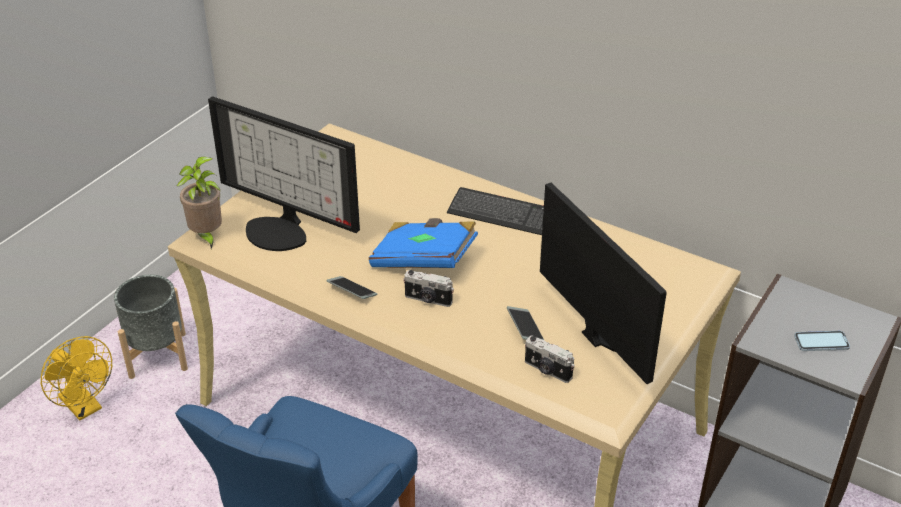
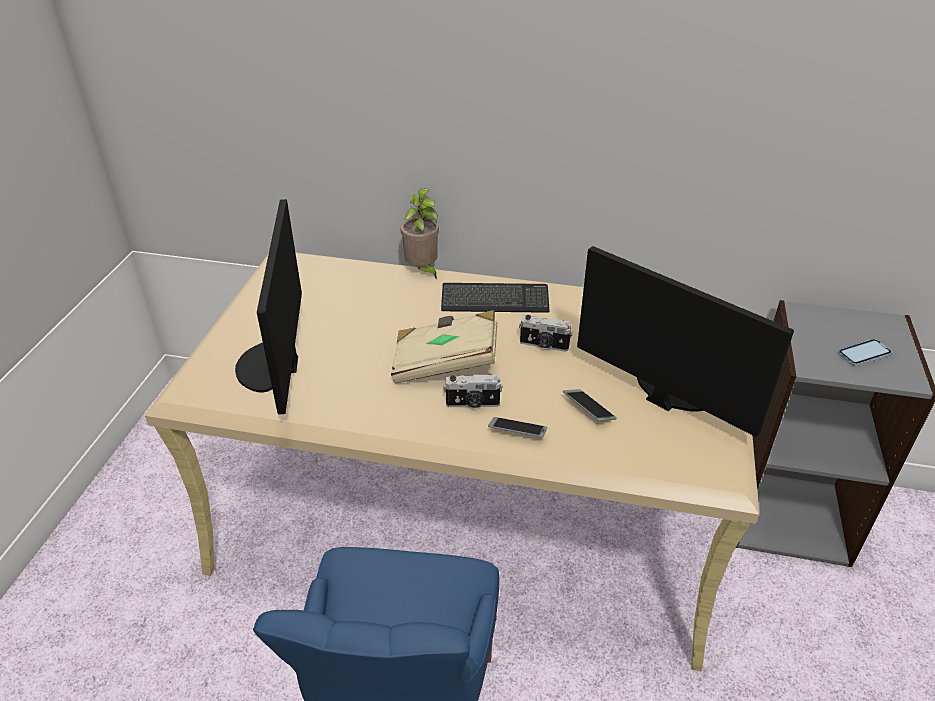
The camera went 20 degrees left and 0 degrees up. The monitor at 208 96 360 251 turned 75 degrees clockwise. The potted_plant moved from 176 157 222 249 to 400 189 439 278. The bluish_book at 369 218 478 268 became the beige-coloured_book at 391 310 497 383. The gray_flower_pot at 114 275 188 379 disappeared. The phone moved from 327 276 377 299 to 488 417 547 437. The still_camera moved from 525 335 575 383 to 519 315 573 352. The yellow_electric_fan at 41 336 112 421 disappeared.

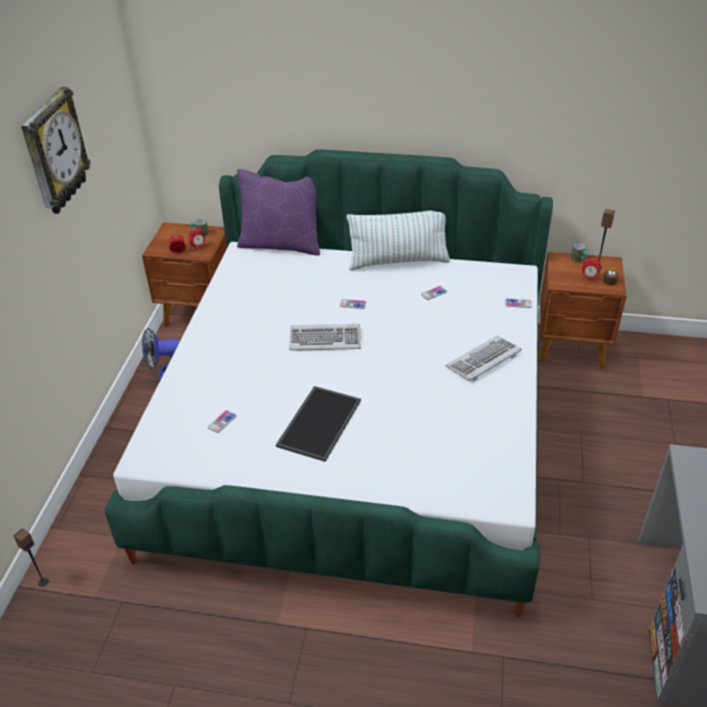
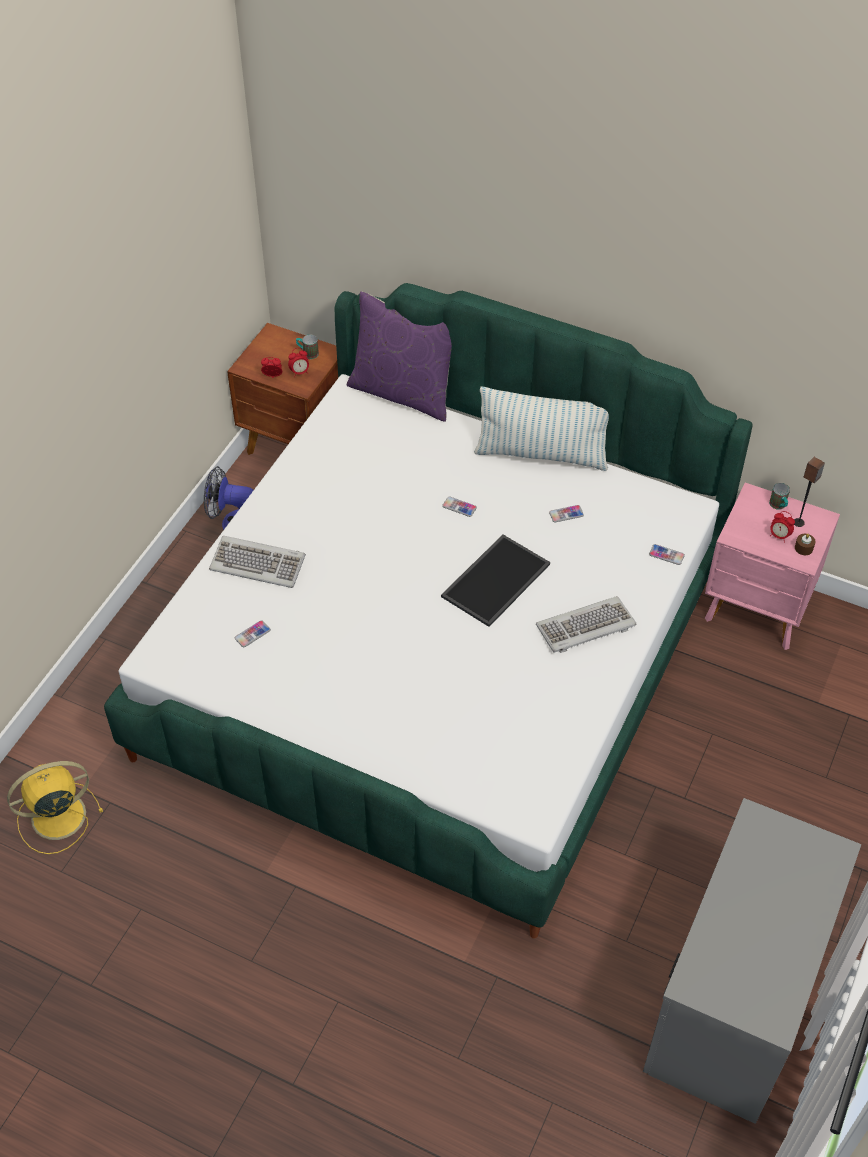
The camera went 15 degrees right and 10 degrees up. The wall_clock at 21 87 91 214 disappeared. The brownish_night_table at 539 252 627 369 became the pink-coloured_night_table at 705 483 840 650. The computer_keyboard moved from 289 324 361 351 to 209 536 306 588. The tray moved from 276 386 361 462 to 441 535 550 627. The speaker at 13 528 49 587 disappeared. The yellow_electric_fan at 7 761 103 854 appeared.

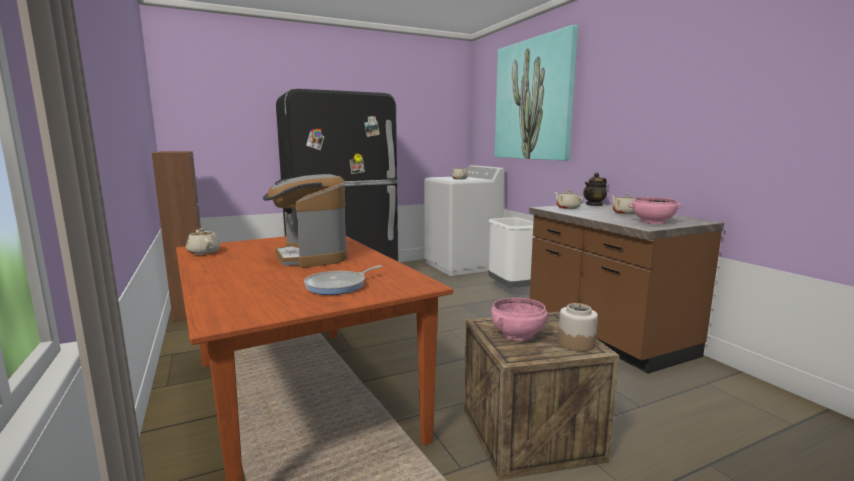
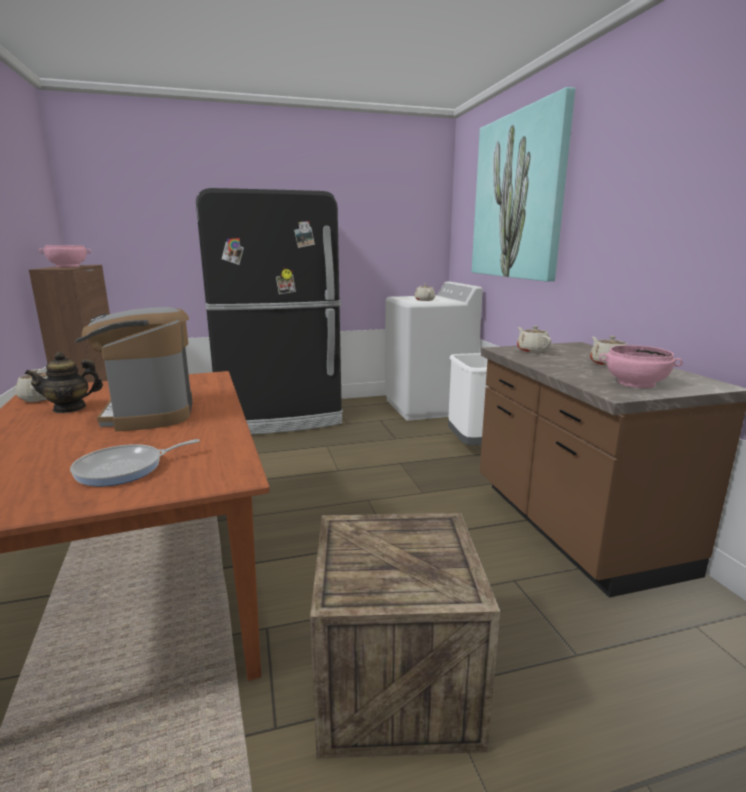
The camera went 10 degrees right and 5 degrees up. The pot_for_tea moved from 583 173 607 206 to 24 352 103 413. The pink-coloured_bowl moved from 491 297 547 341 to 39 245 91 267. The storage_jar at 558 303 598 352 disappeared.

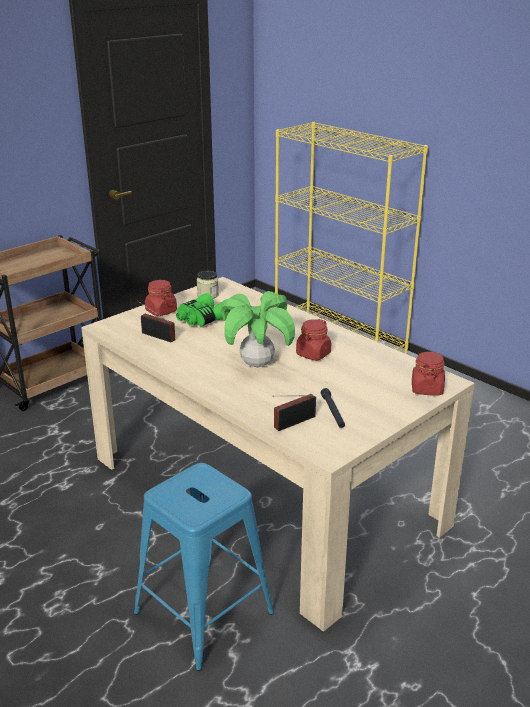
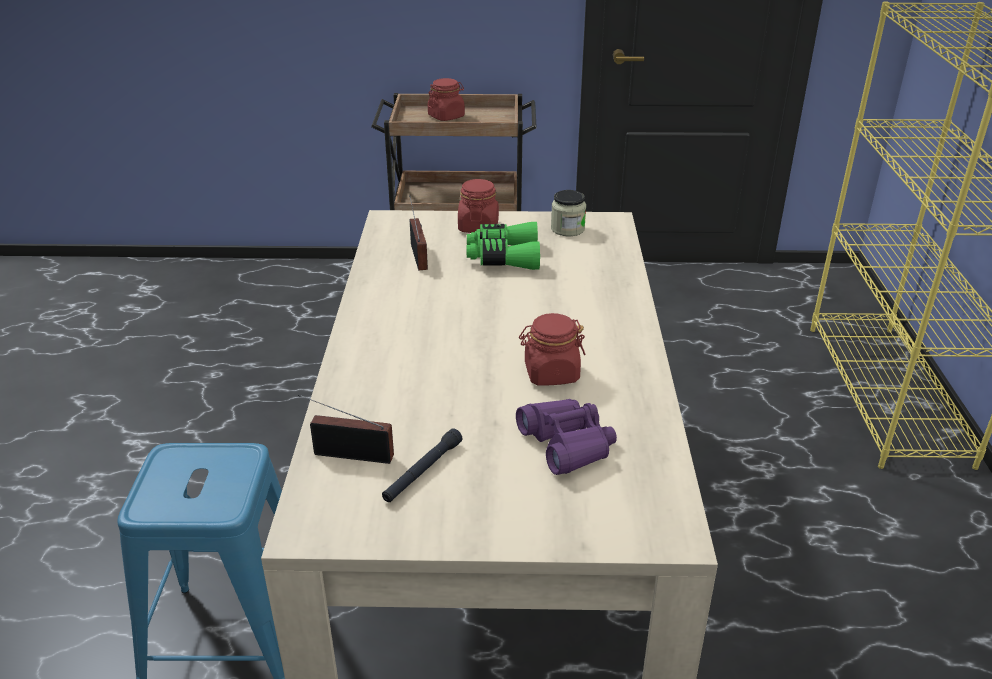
The camera went 45 degrees right and 5 degrees up. The potted_plant at 221 291 295 367 disappeared. The red_storage_jar moved from 412 352 445 395 to 428 78 465 121. The purple-coloured_pair_of_binoculars at 516 399 617 475 appeared.

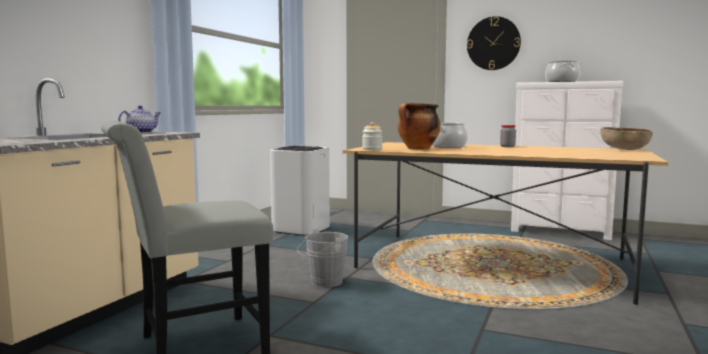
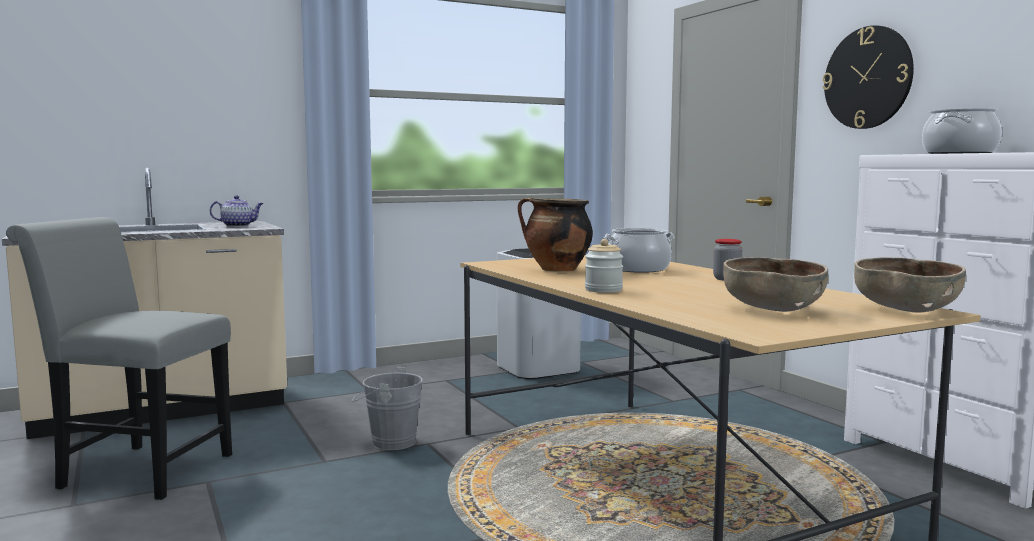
The camera went 40 degrees right and 0 degrees up. The storage_jar moved from 362 122 383 150 to 585 239 623 293. The brownish_bowl at 723 257 828 312 appeared.

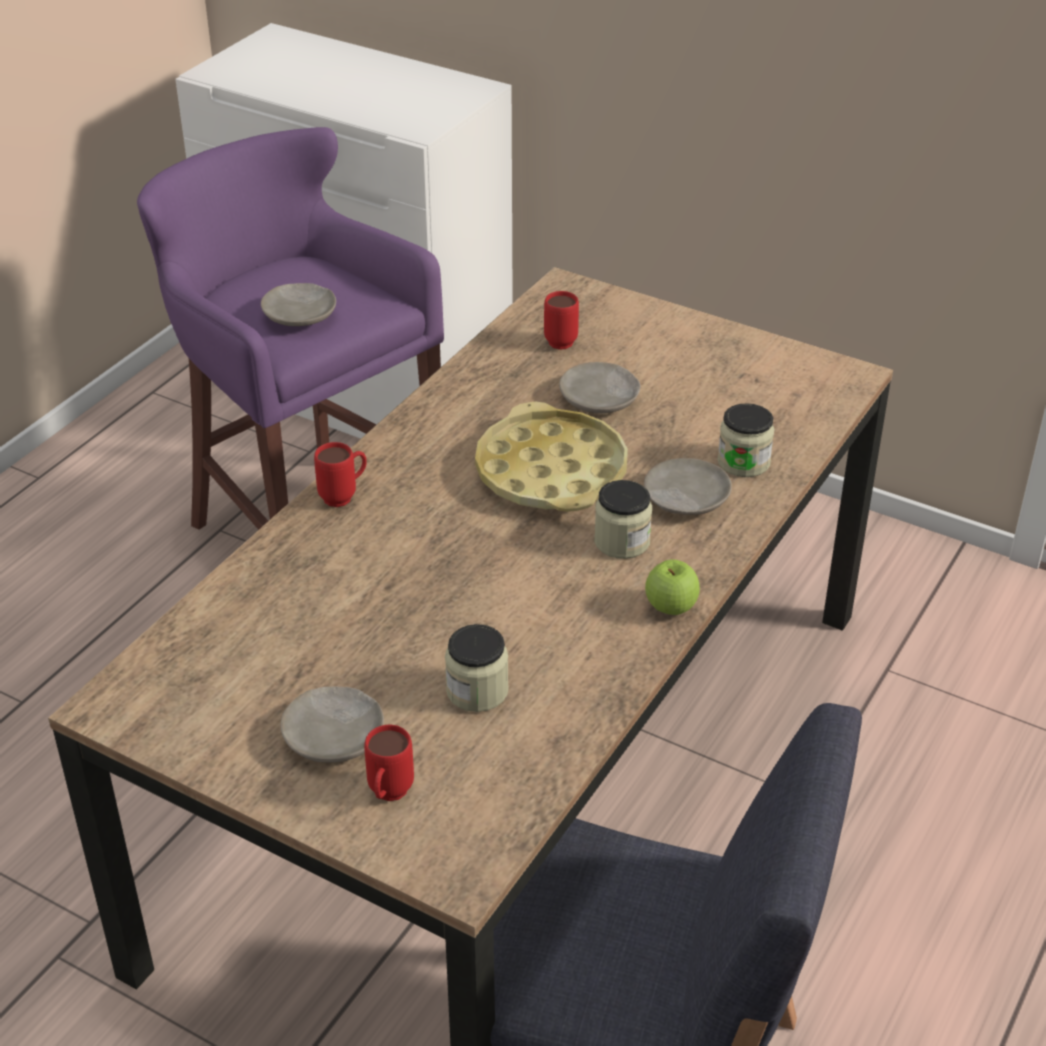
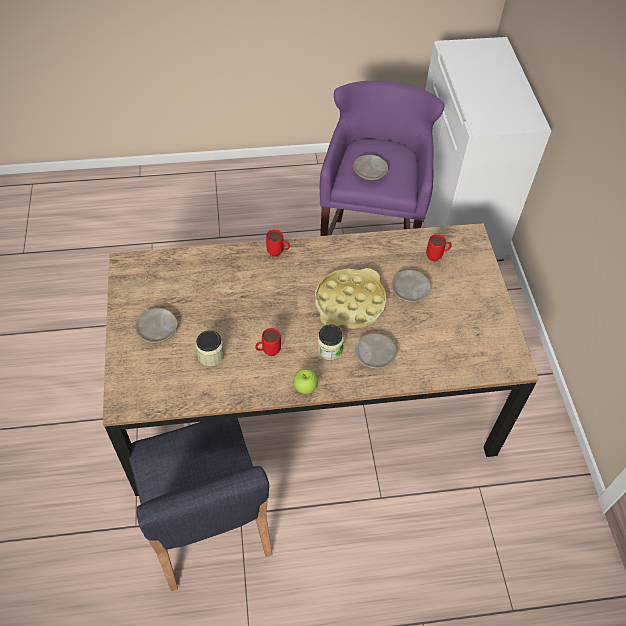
The camera went 50 degrees right and 15 degrees up. The storage_jar at 717 403 775 477 disappeared. The red_mug moved from 364 725 414 801 to 255 328 281 356.

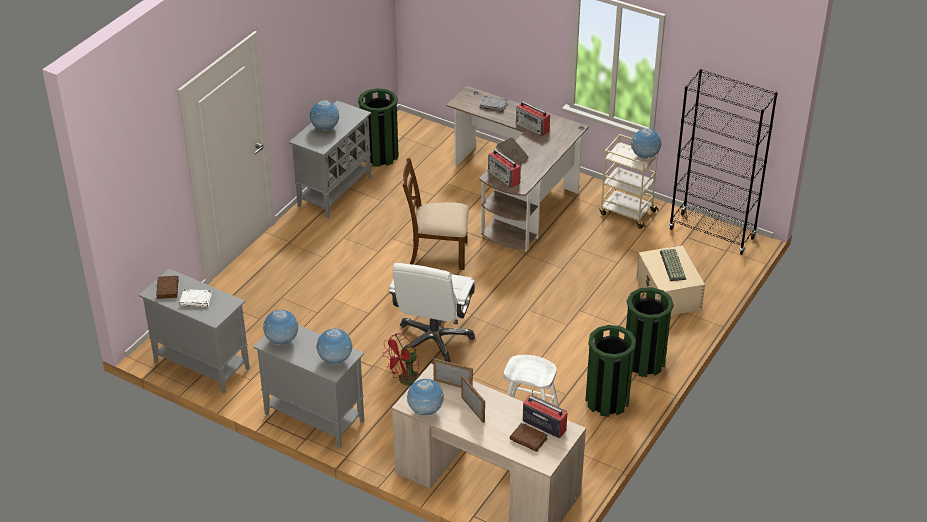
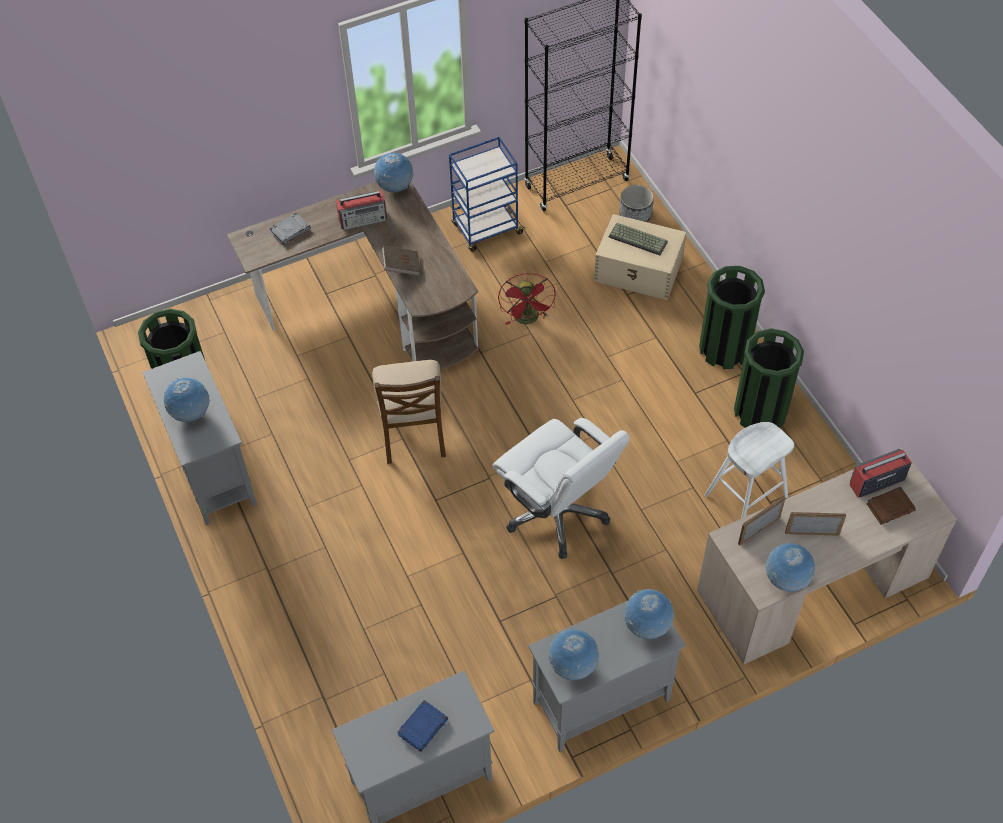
The camera went 55 degrees left and 15 degrees up. The globe moved from 631 128 662 159 to 374 153 414 192. The beige-coloured_wheeled_cart at 600 134 659 229 became the bluish_wheeled_cart at 449 137 525 252. The radio_set at 488 149 521 188 disappeared. The brownish_upright_chair at 403 158 469 270 turned 45 degrees counterclockwise. The brownish_book at 156 276 179 299 disappeared. The white_book at 180 289 212 307 became the bluish_book at 397 700 448 752. The red_electric_fan moved from 382 333 420 386 to 498 273 556 325. The flower_pot at 619 185 654 222 appeared.

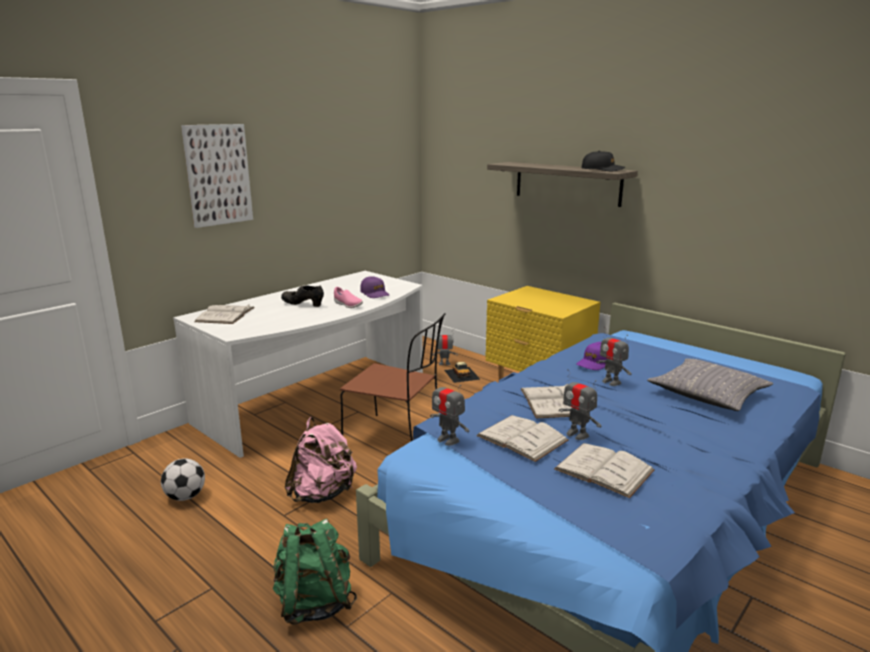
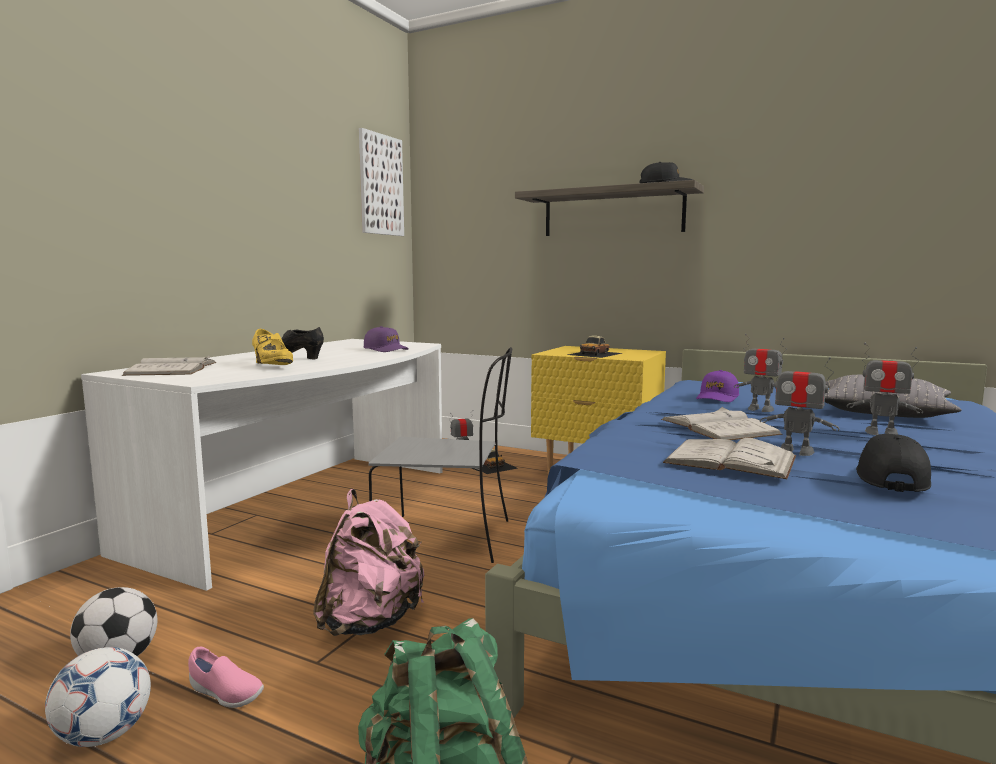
The camera went 15 degrees left and 10 degrees down. The picture moved from 181 124 253 228 to 359 128 404 236. The pink-coloured_low_shoe moved from 334 287 363 308 to 188 647 264 708. The brownish_upright_chair at 340 313 446 441 became the gray_upright_chair at 368 347 512 563. The toy_robot moved from 430 374 469 446 to 847 343 923 435. The white_book at 554 443 655 498 was replaced by the black_baseball_cap at 856 434 931 492. The yellow_low_shoe at 252 329 293 365 appeared. The miniature_car at 567 336 622 358 appeared. The football_ball at 45 647 151 747 appeared.

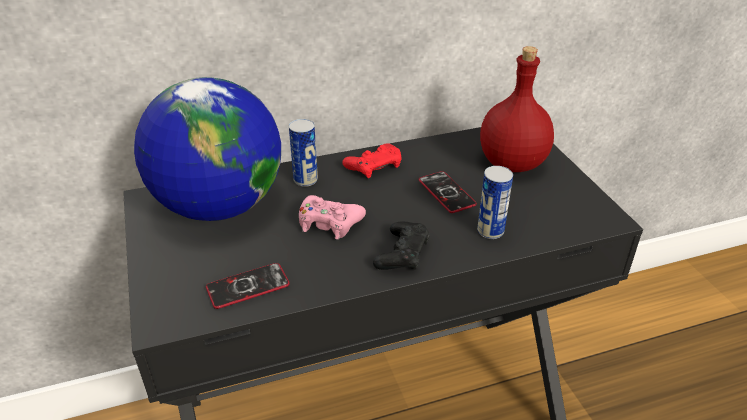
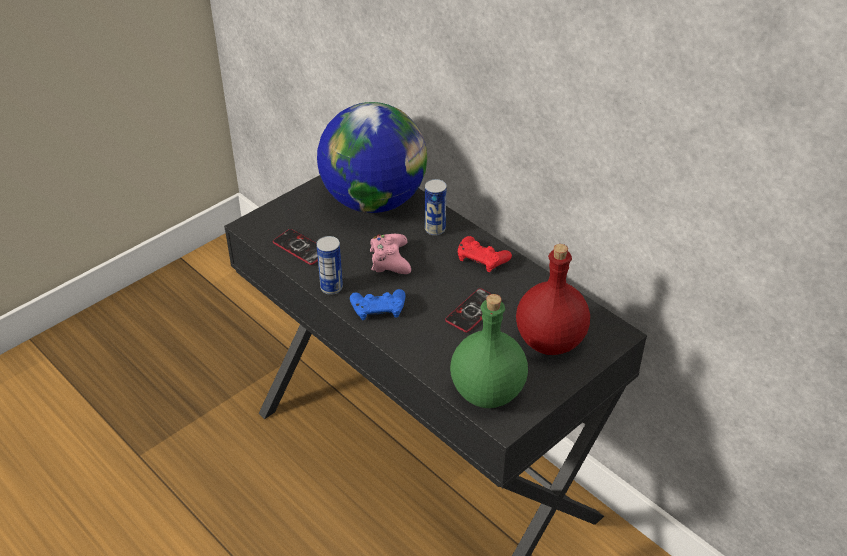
The camera went 65 degrees right and 5 degrees up. The sealed_can moved from 477 166 513 239 to 316 236 343 295. The black_joypad at 373 221 430 270 became the bluish_joypad at 350 289 405 320. The greenish_drink_bottle at 450 294 528 408 appeared.

